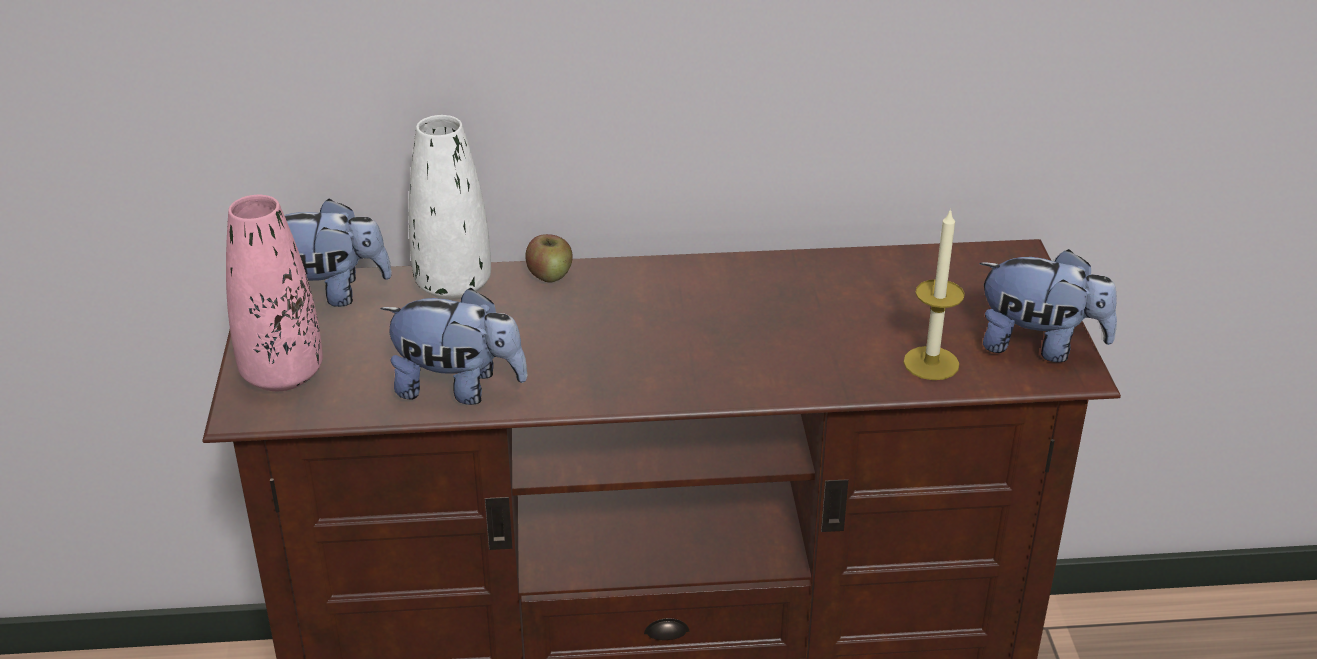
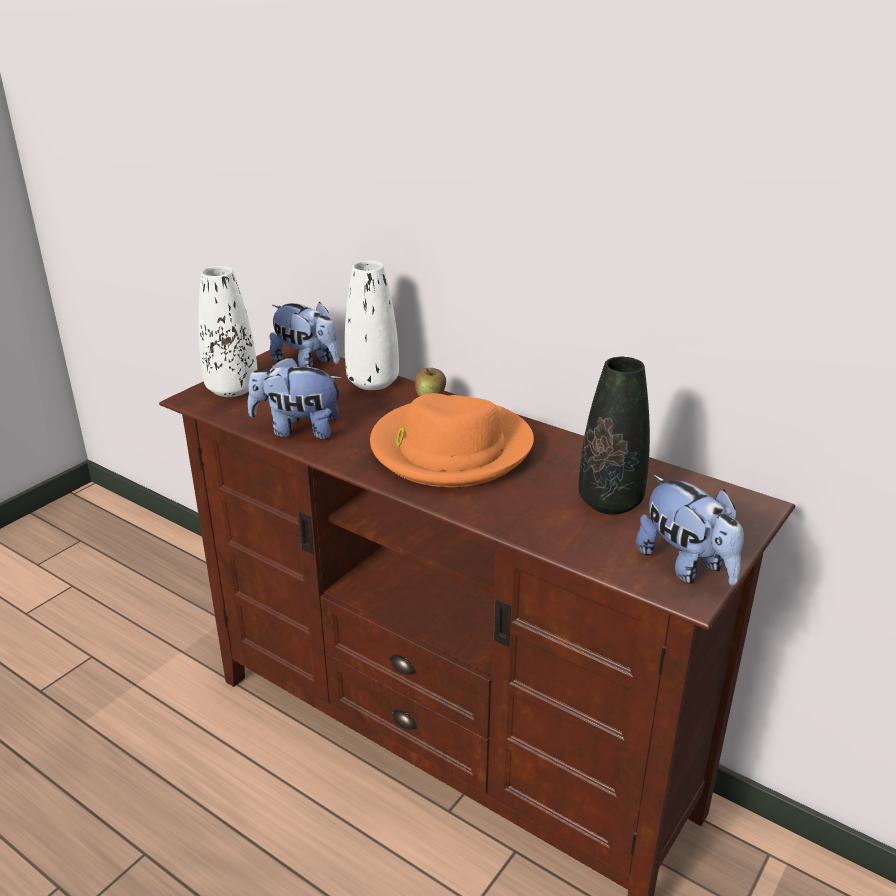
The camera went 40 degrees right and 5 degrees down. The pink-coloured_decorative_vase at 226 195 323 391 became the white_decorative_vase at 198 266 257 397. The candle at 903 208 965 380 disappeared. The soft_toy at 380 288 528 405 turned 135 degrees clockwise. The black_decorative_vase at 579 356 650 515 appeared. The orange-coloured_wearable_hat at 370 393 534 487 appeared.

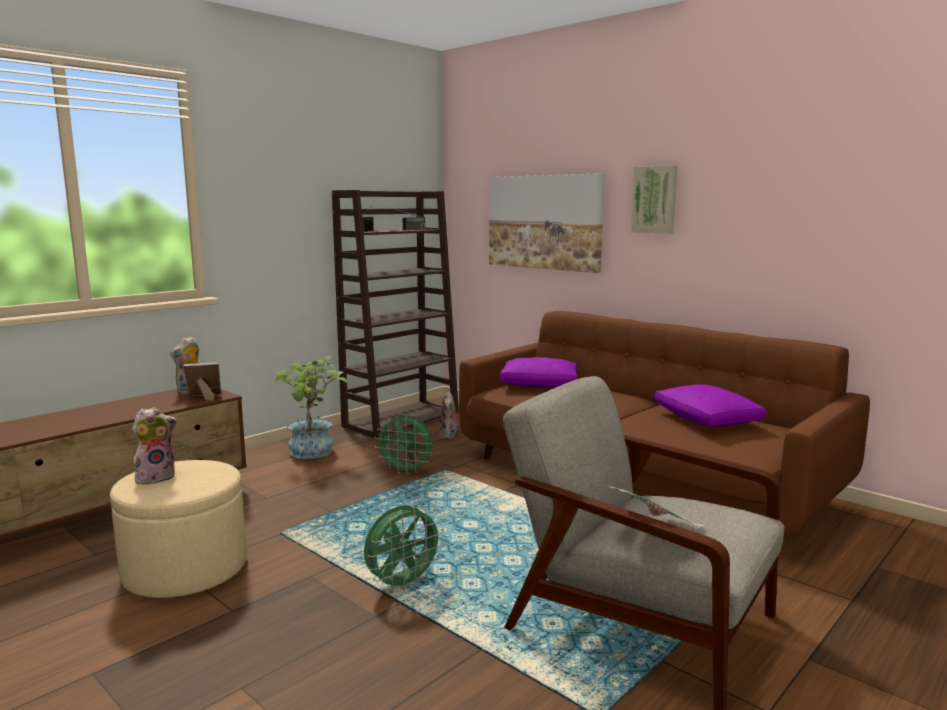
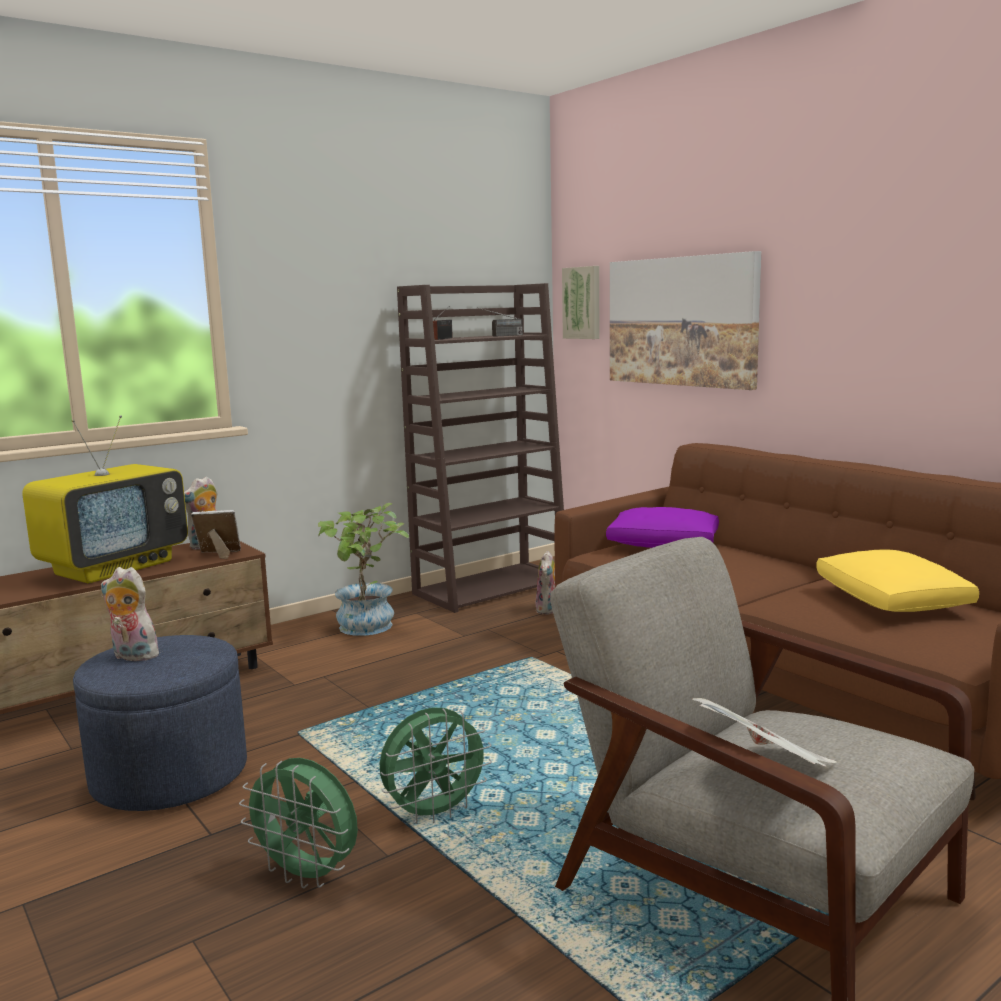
The camera went 10 degrees right and 0 degrees up. The picture moved from 631 165 677 234 to 562 266 599 339. The purple-coloured_throw_pillow at 654 384 766 427 became the yellow_throw_pillow at 816 550 979 612. The soft_toy at 132 407 177 484 turned 135 degrees counterclockwise. The greenish_electric_fan moved from 374 415 433 475 to 239 758 358 888. The beige-coloured_ottoman at 110 460 247 598 became the bluish_ottoman at 73 635 247 811. The television at 22 415 188 583 appeared.

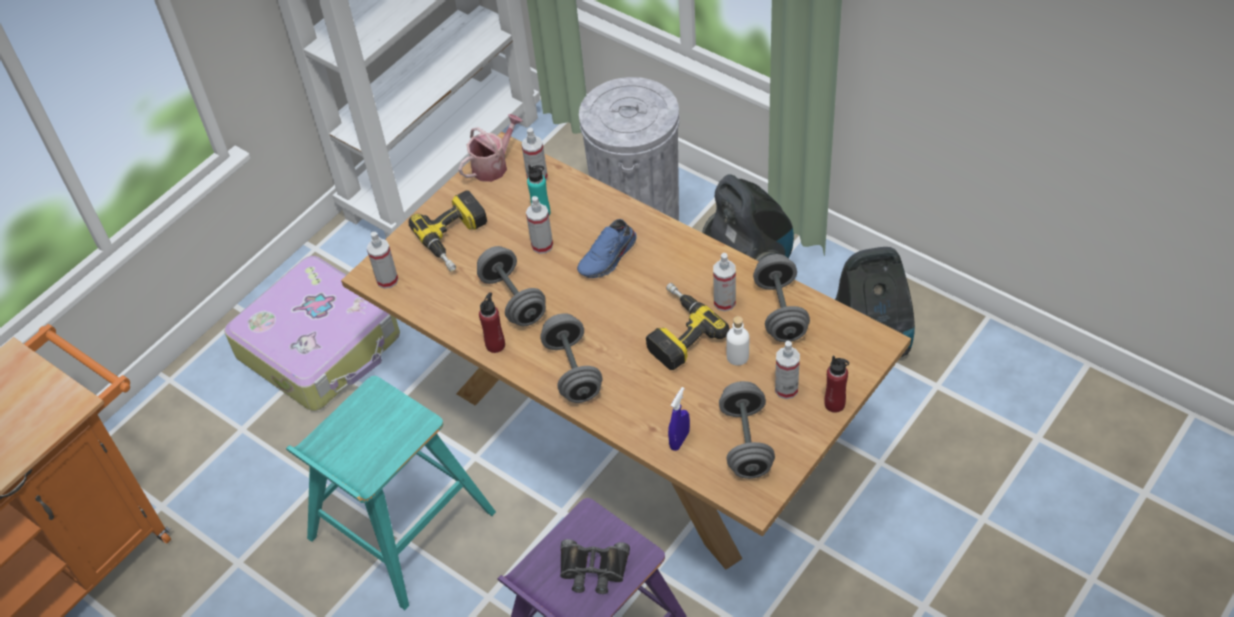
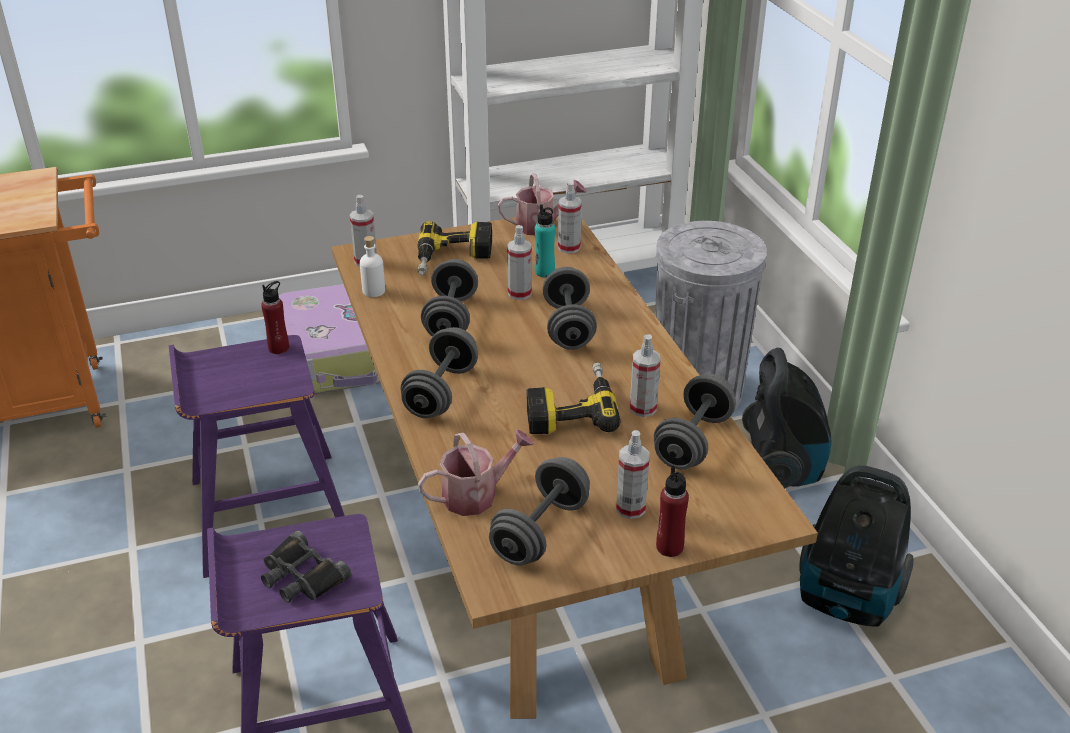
The camera went 30 degrees right and 15 degrees down. The bluish_low_shoe at 577 219 637 278 was replaced by the gray_dumbbell at 543 267 597 350. The red_drink_bottle moved from 479 292 505 353 to 261 281 289 354. The white_drink_bottle moved from 726 316 749 366 to 360 236 385 297. The turquoise_sitting_stool at 286 376 496 610 became the purple-coloured_sitting_stool at 169 335 345 578. The bluish_sprayer at 668 387 690 451 was replaced by the watering_can at 418 429 534 516.

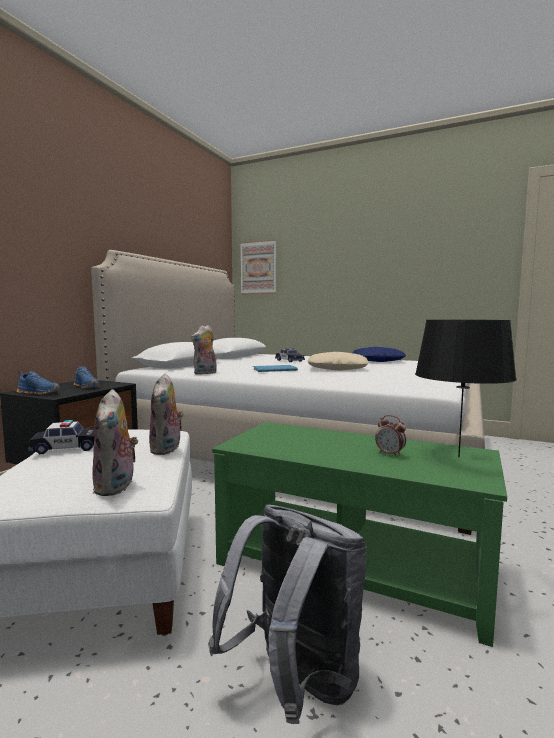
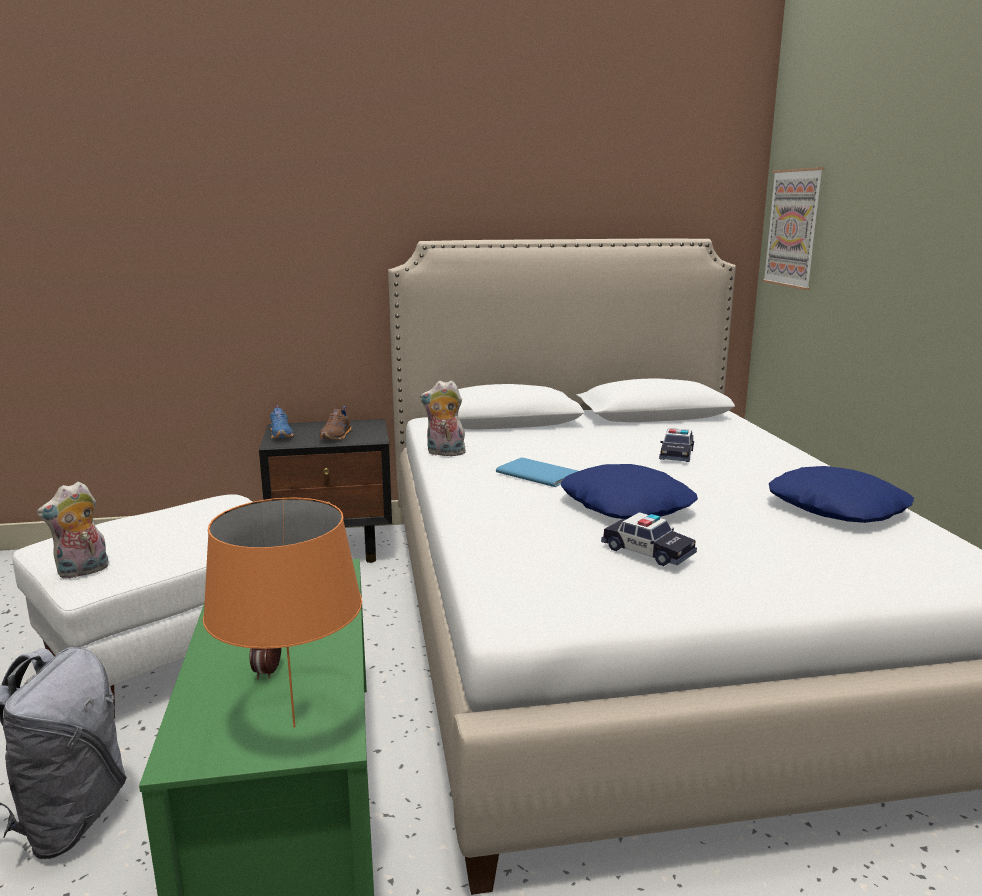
The camera went 55 degrees right and 10 degrees up. The black_tabletop_lamp at 415 320 517 457 became the orange-coloured_tabletop_lamp at 203 498 362 727. The beige-coloured_throw_pillow at 308 352 369 371 became the bluish_throw_pillow at 561 464 698 519. The bluish_low_shoe at 74 366 100 389 became the brownish_low_shoe at 319 406 351 440. The soft_toy at 149 374 184 455 disappeared. The miniature_car moved from 28 420 95 454 to 601 512 697 566.

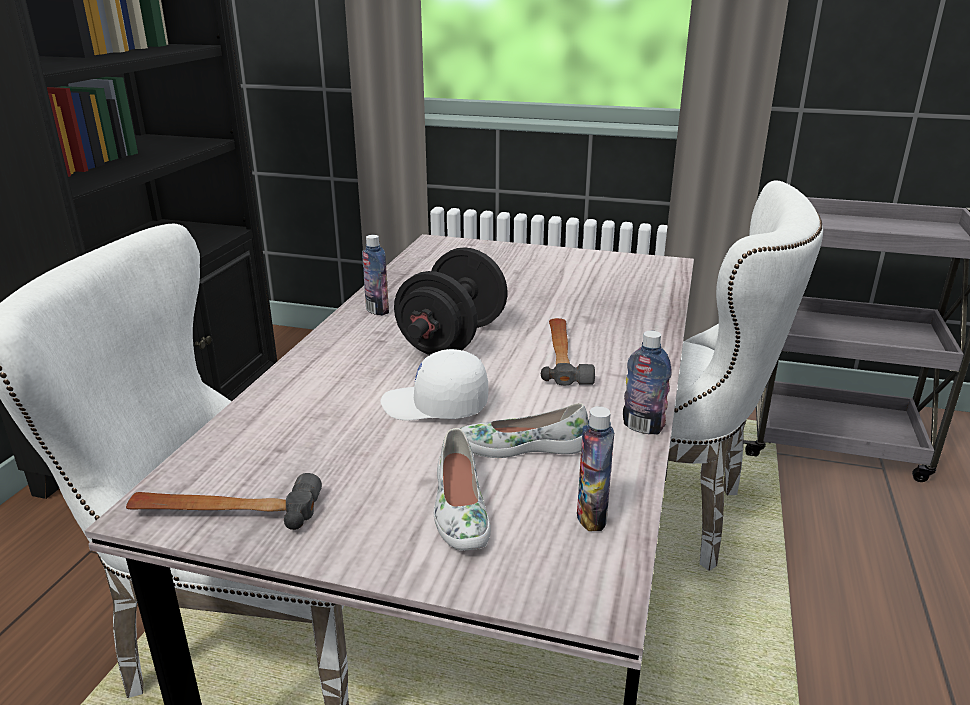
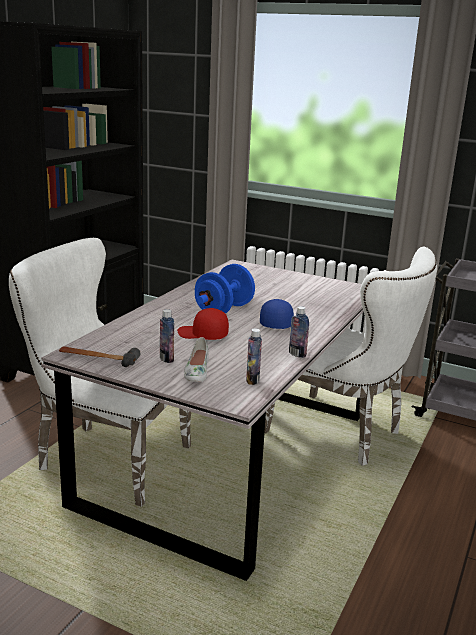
The camera went 10 degrees right and 5 degrees down. The drink_bottle moved from 362 235 389 316 to 160 309 174 363. The black_dumbbell at 394 247 507 355 became the bluish_dumbbell at 195 264 255 314. The hammer at 541 318 595 385 was replaced by the bluish_baseball_cap at 260 299 294 329. The white_baseball_cap at 381 349 488 420 became the red_baseball_cap at 177 308 229 340. The white_low_shoe at 460 403 588 458 disappeared.

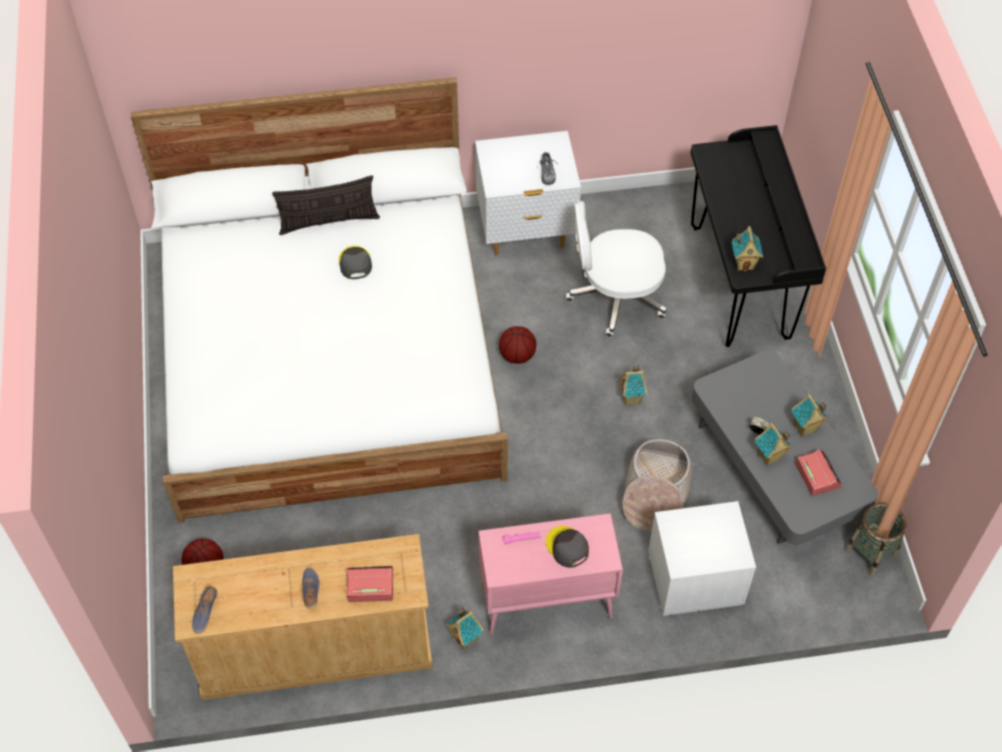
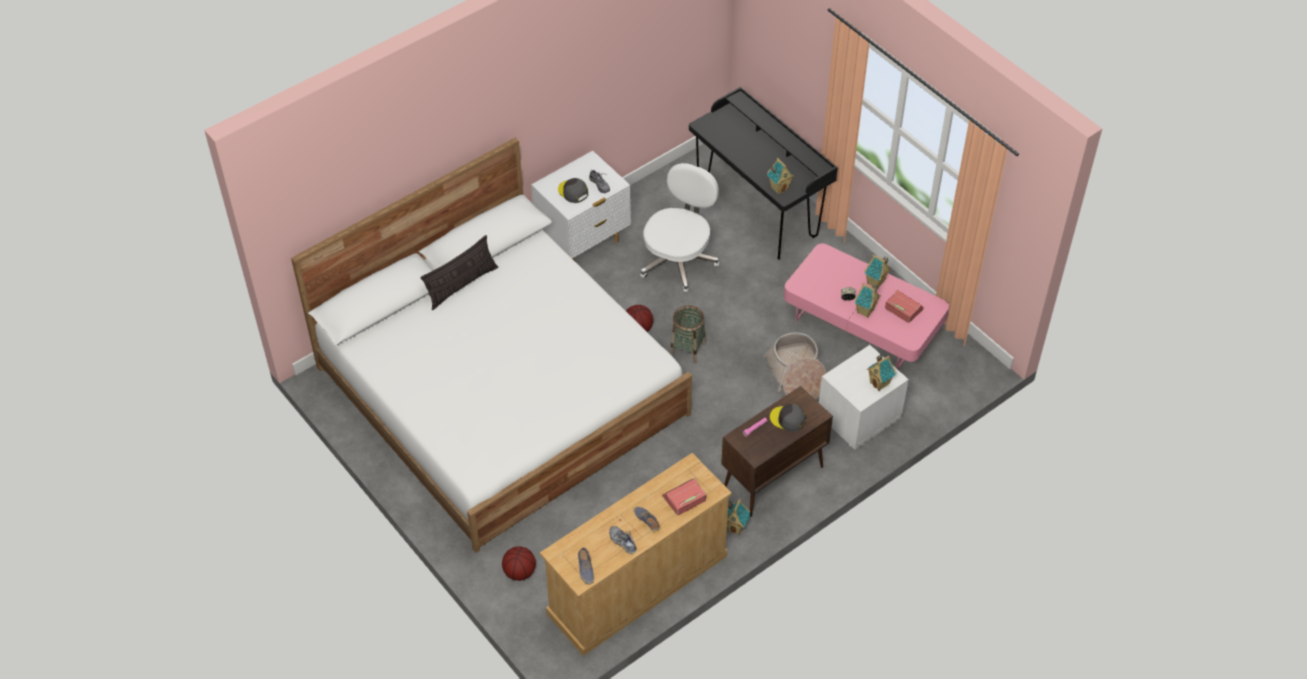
The camera went 30 degrees left and 5 degrees down. The white_computer_chair at 566 201 666 337 turned 150 degrees clockwise. The gray_baseball_cap moved from 339 246 372 279 to 558 178 588 203. The gray_coffee_table at 692 350 878 545 became the pink-coloured_coffee_table at 784 244 949 369. The model_house moved from 619 365 647 405 to 867 353 896 391. The household_basket moved from 845 503 907 576 to 670 305 706 363. The pink-coloured_cabinet at 479 513 623 635 became the brownish_cabinet at 721 386 833 517. The low_shoe at 609 526 637 554 appeared.

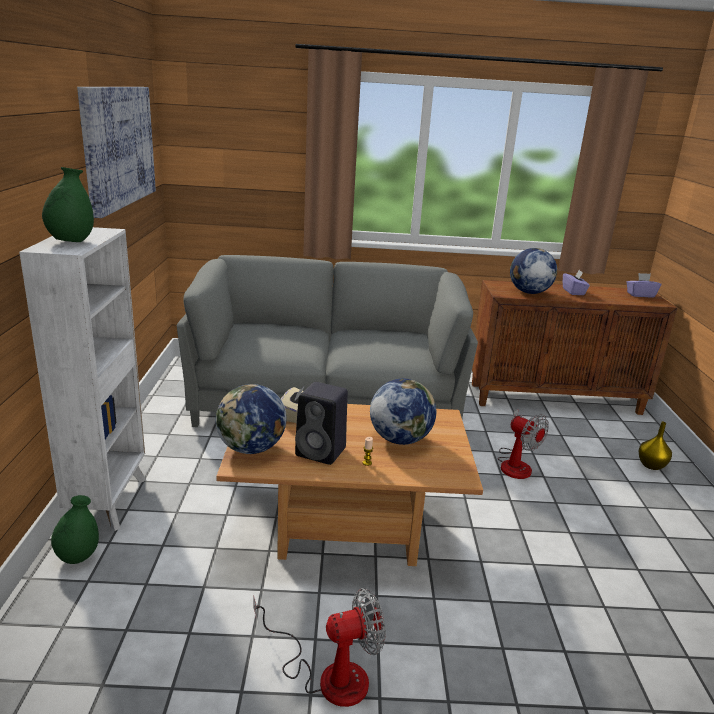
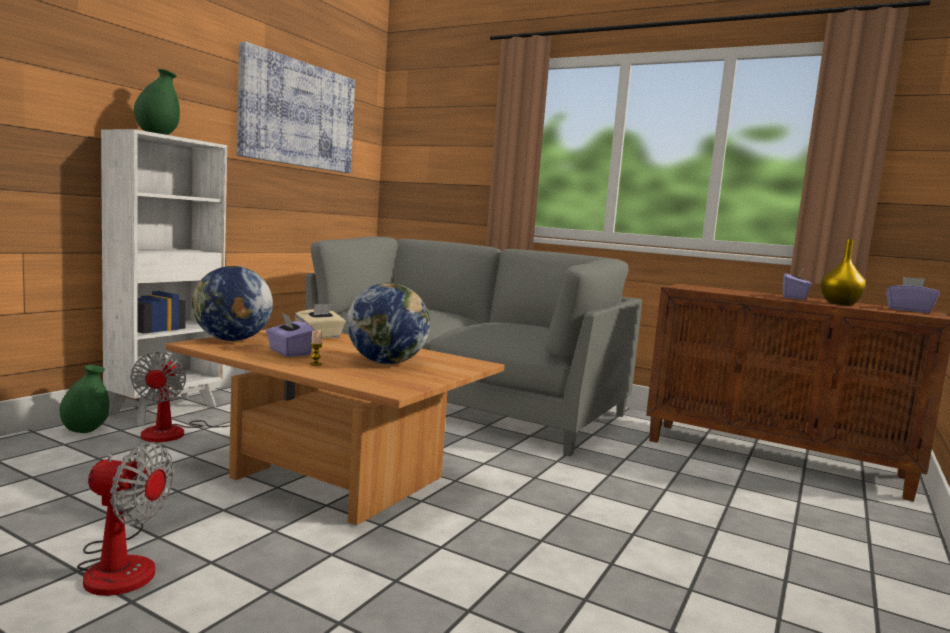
The camera went 30 degrees right and 15 degrees down. The globe at 510 248 558 294 disappeared. The black_speaker at 295 382 348 465 was replaced by the purple-coloured_box_of_tissues at 266 313 315 357. The electric_fan moved from 498 409 549 479 to 130 352 230 442. The yellow_decorative_vase moved from 638 422 672 470 to 821 239 866 305.

